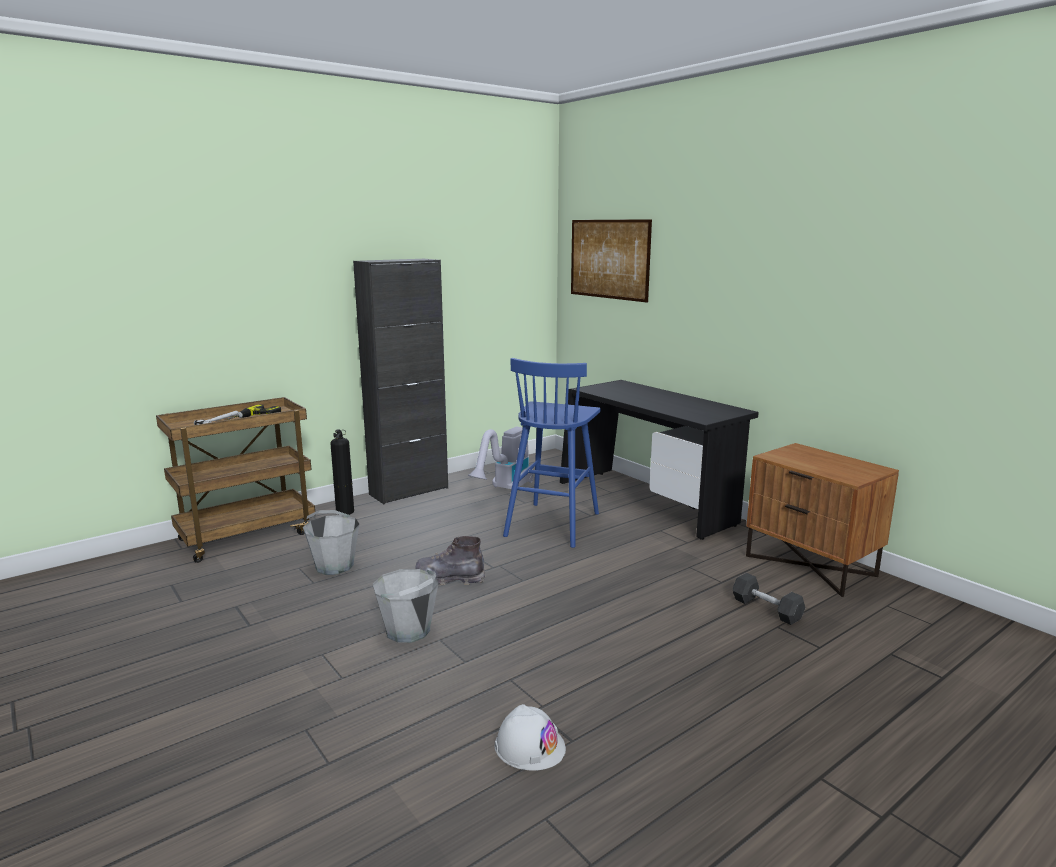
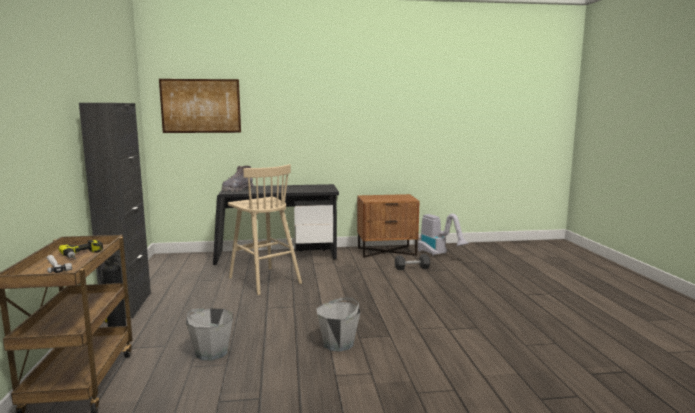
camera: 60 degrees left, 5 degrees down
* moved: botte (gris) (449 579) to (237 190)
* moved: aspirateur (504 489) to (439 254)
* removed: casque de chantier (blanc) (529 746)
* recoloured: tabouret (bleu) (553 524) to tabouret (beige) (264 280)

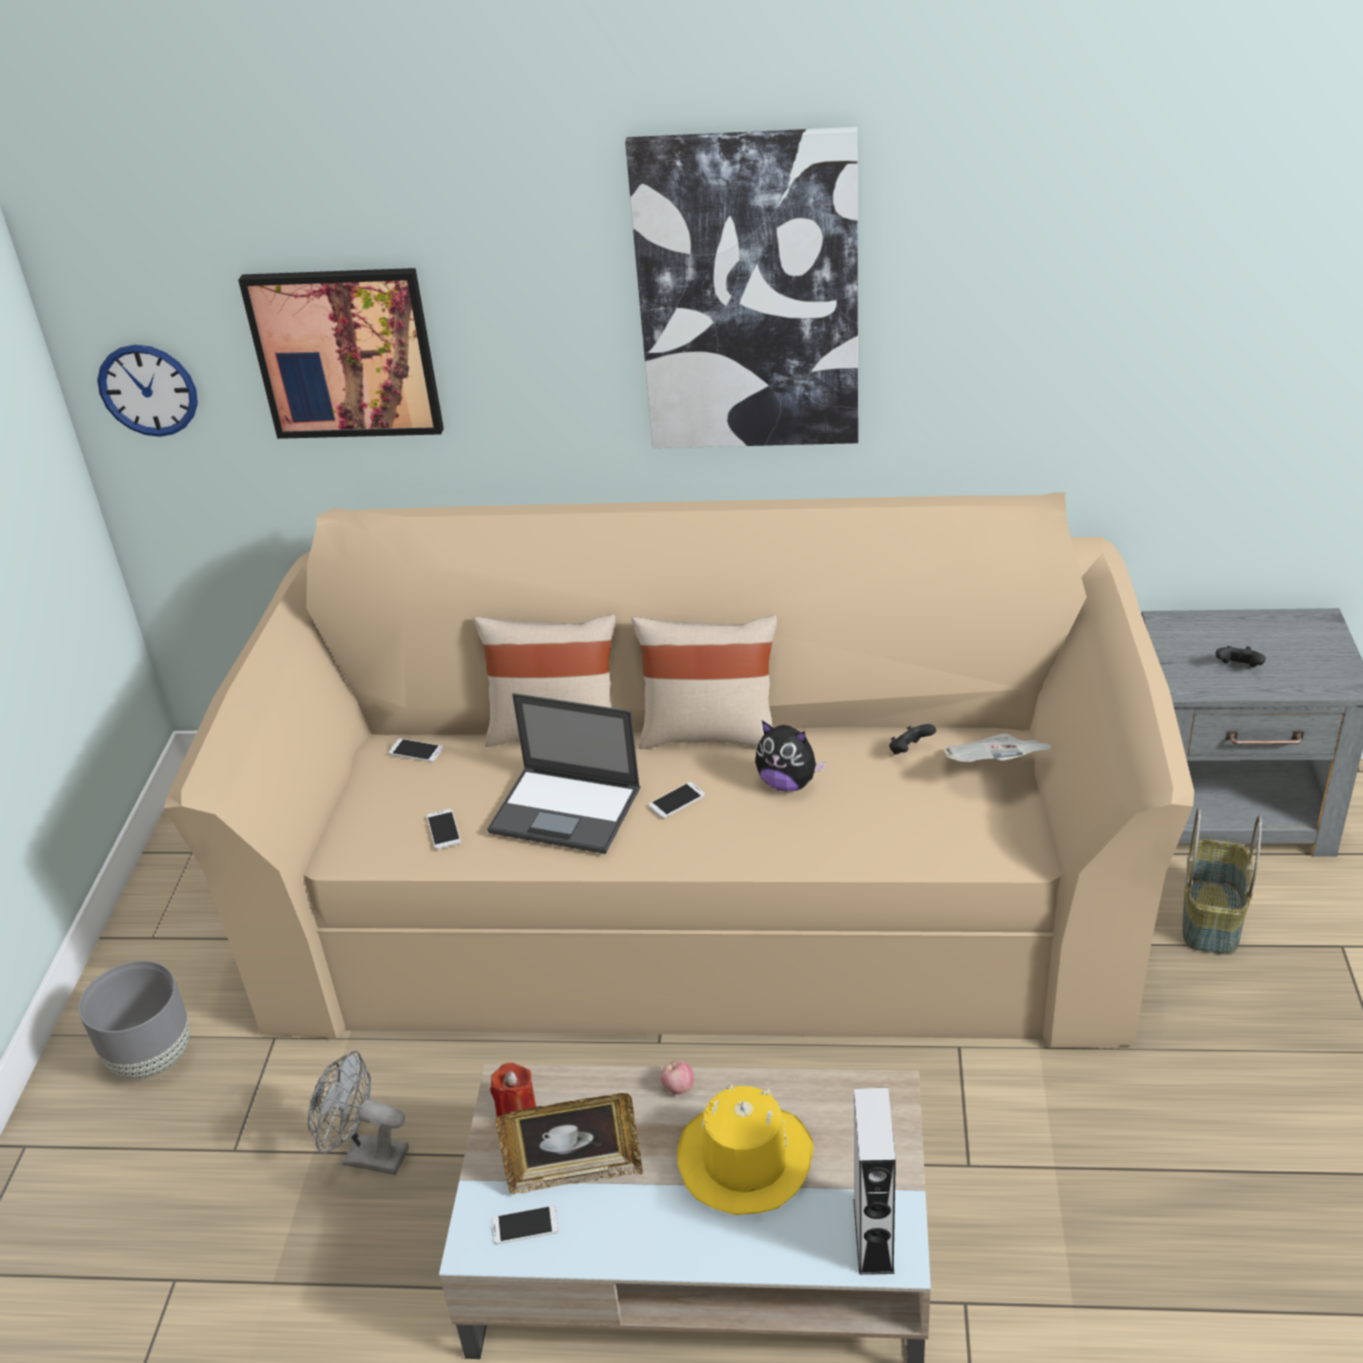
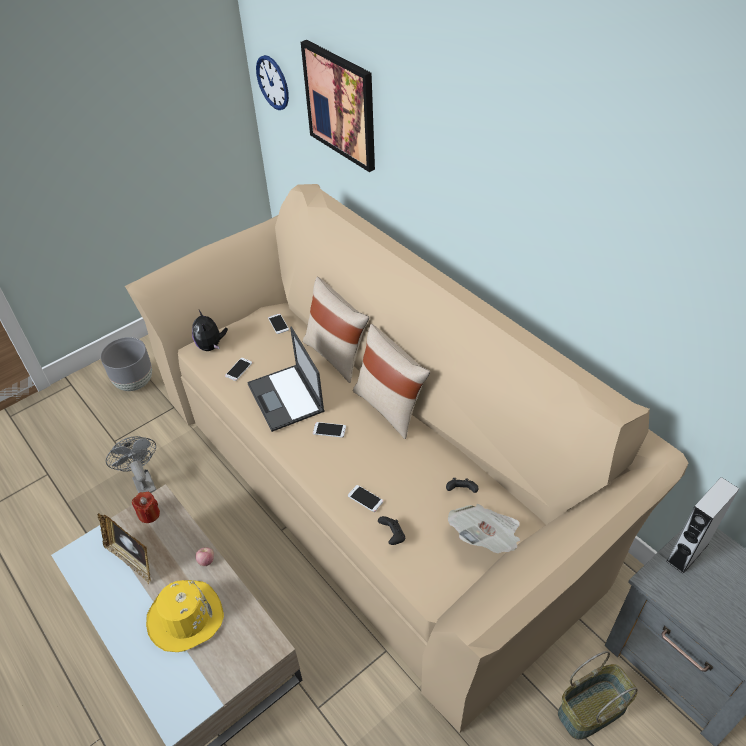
camera: 45 degrees right, 10 degrees up
* moved: téléphone (525 1225) to (365 498)
* removed: tableau (748 294)
* moved: peluche (788 783) to (211 346)
* moved: enceinte (gris) (873 1235) to (687 552)
* moved: manette (noir) (1238 668) to (392 536)

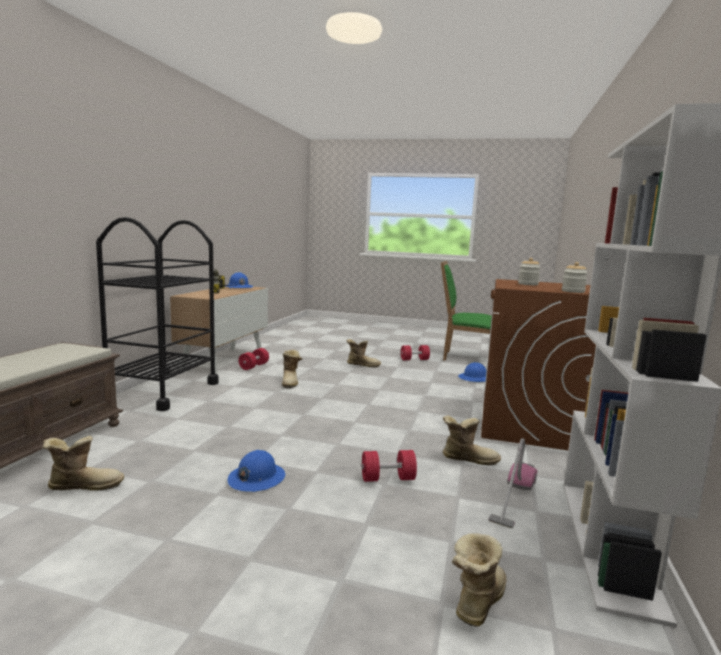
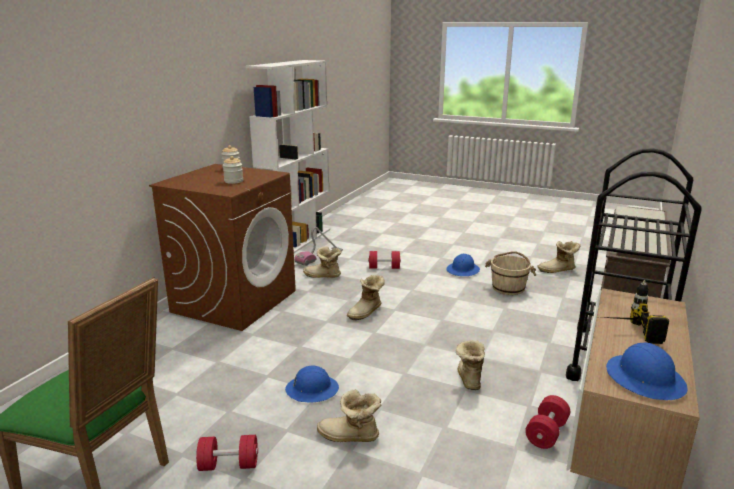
camera: 170 degrees left, 10 degrees up
* moved: botte (476 601) to (367 312)
* moved: casque de chantier (bleu) (475 378) to (312 389)
* added: seau (beige) (508 288)

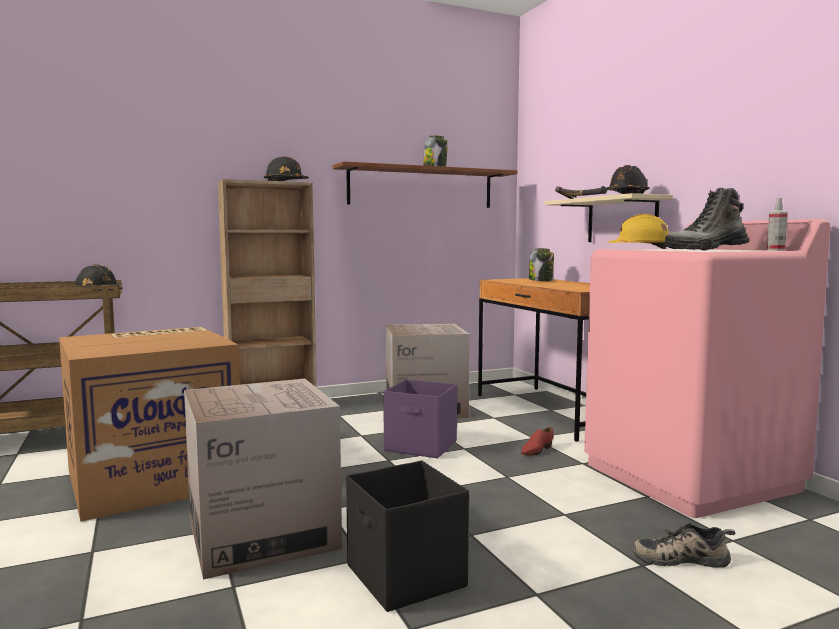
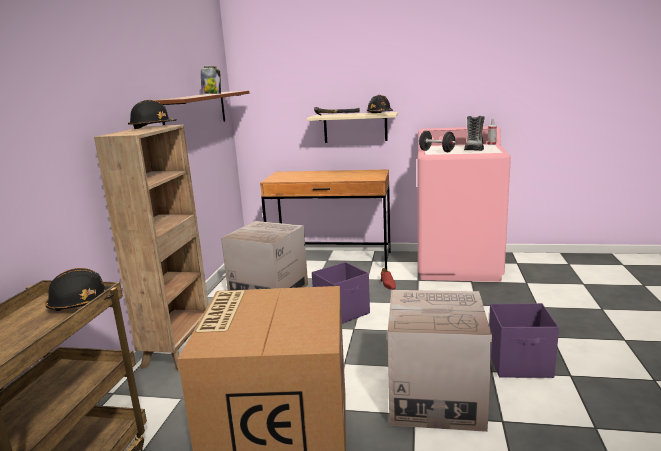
camera: 55 degrees left, 10 degrees up
* recoloured: boîte de rangement (noir) (405 577) to boîte de rangement (violet) (520 364)
* removed: bocal (541 280)
* replaced: casque de chantier (jaune) (641 249) to haltère (noir) (436 151)
* removed: chaussure (681 558)

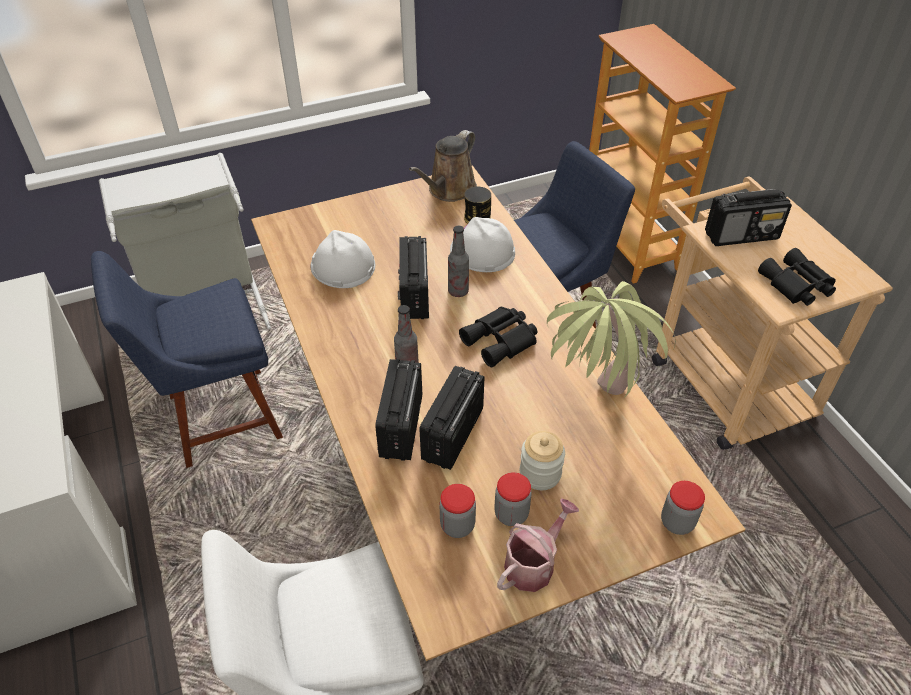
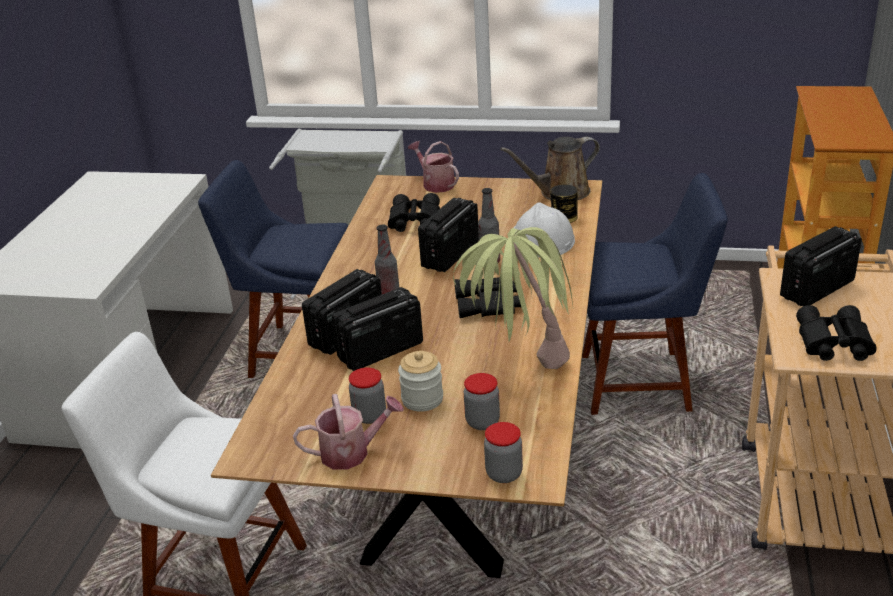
camera: 35 degrees right, 15 degrees down
* replaced: casque de chantier (blanc) (342 266) to jumelles (noir) (413 221)
* moved: bocal (457 525) to (482 422)
* turned: radio (742 235) = (816 289) 120 degrees clockwise
* added: arrosoir (435 184)

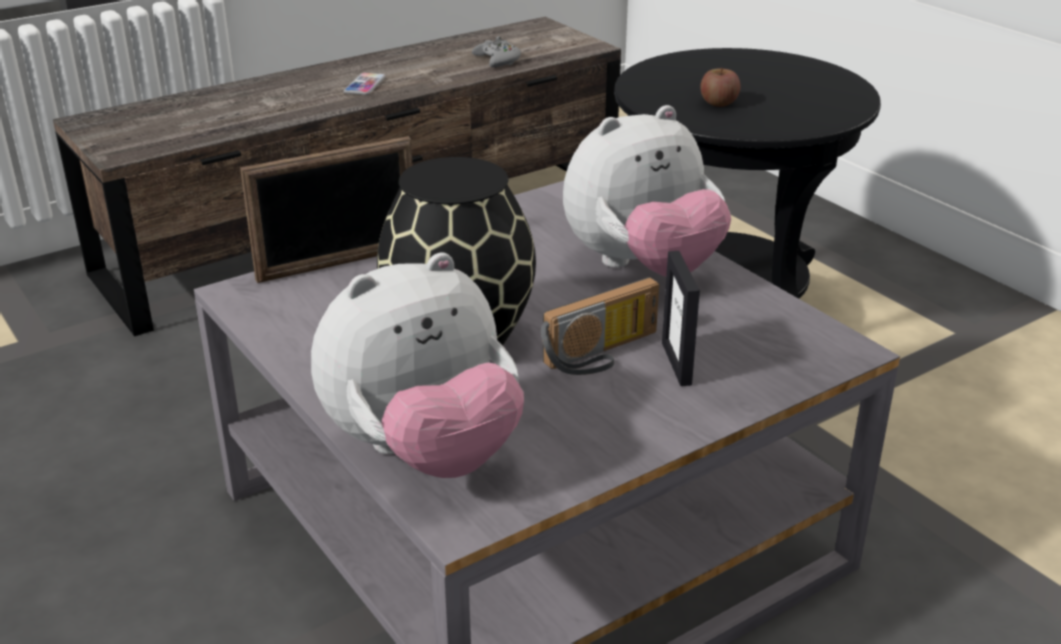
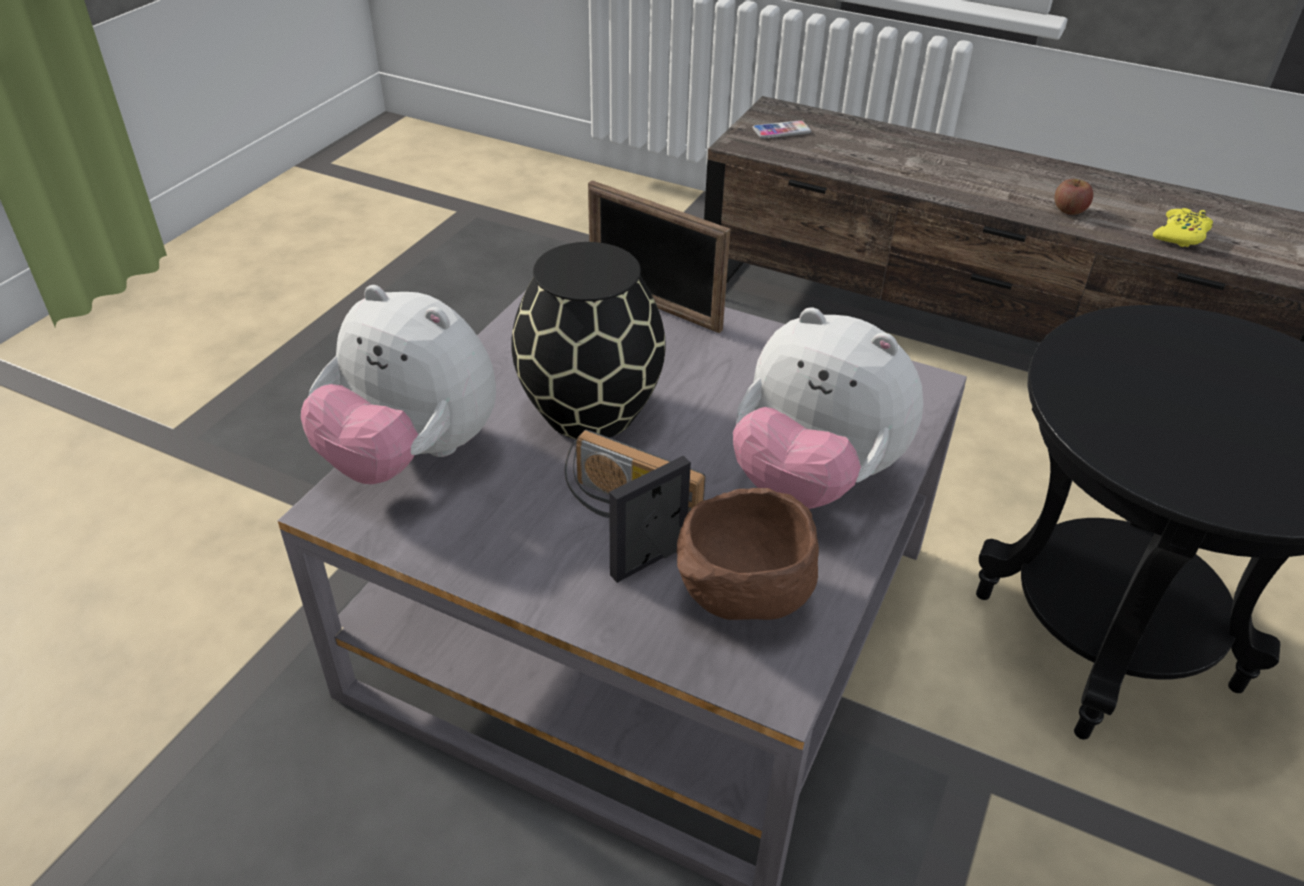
camera: 60 degrees right, 10 degrees up
* moved: téléphone (365 85) to (781 131)
* recoloured: manette (gris) (497 60) to manette (jaune) (1180 235)
* moved: pomme (718 103) to (1069 210)
* added: bol (marron) (742 598)

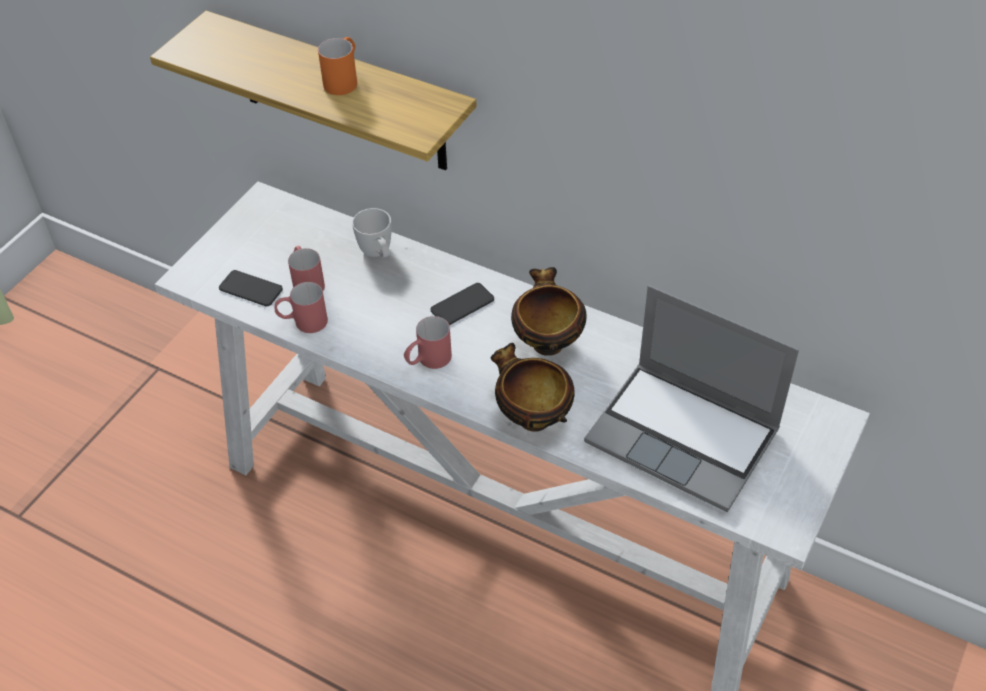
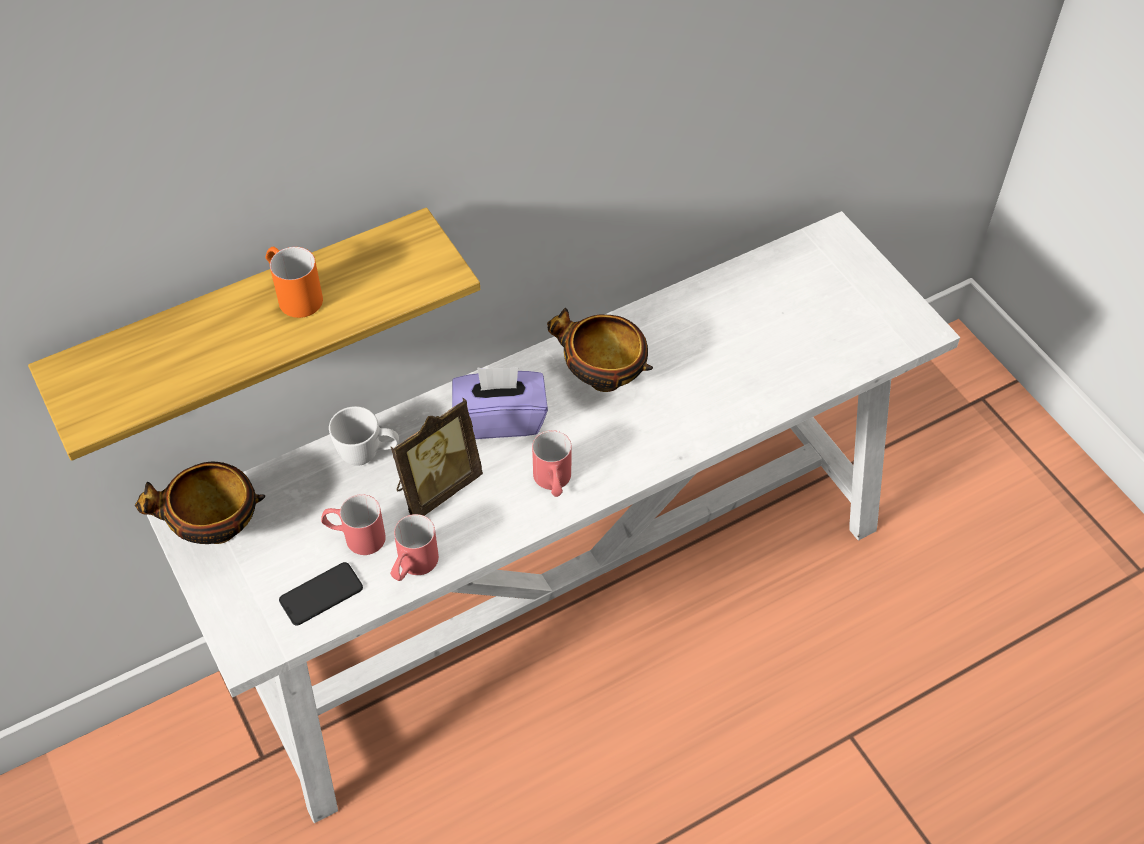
camera: 60 degrees left, 5 degrees up
* replaced: téléphone (462 305) to boîte à mouchoirs (violet) (500 419)
* moved: bol (531 417) to (214 530)
* removed: ordinateur portable (685 436)
* added: cadre photo (436 487)

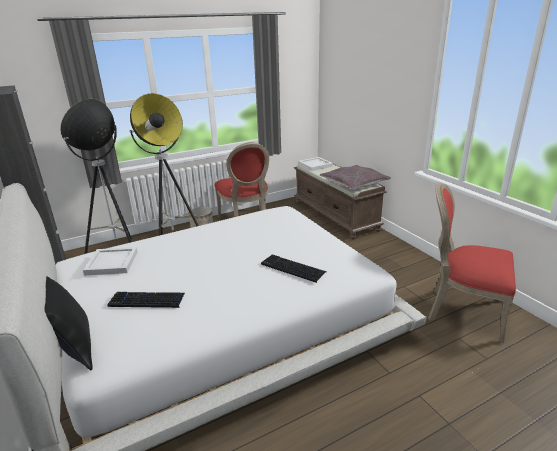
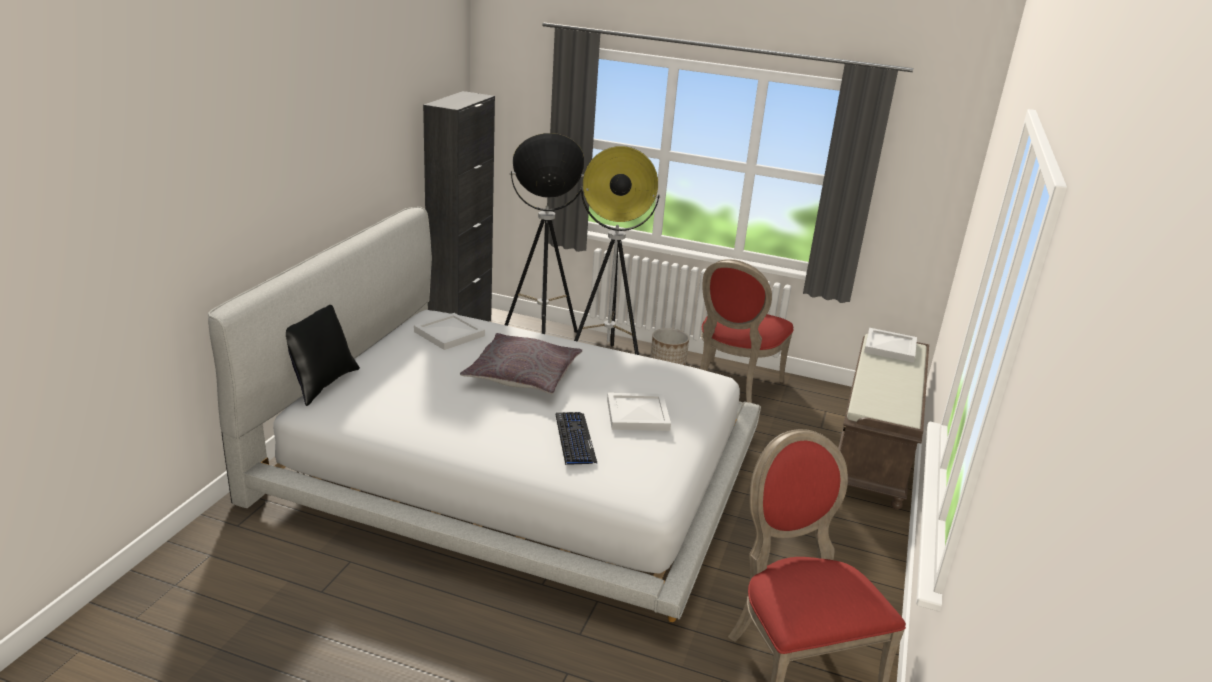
camera: 45 degrees right, 0 degrees up
* removed: clavier (147 300)
* moved: coussin (gris) (354 183) to (522 375)
* added: plateau (blanc) (637 415)

